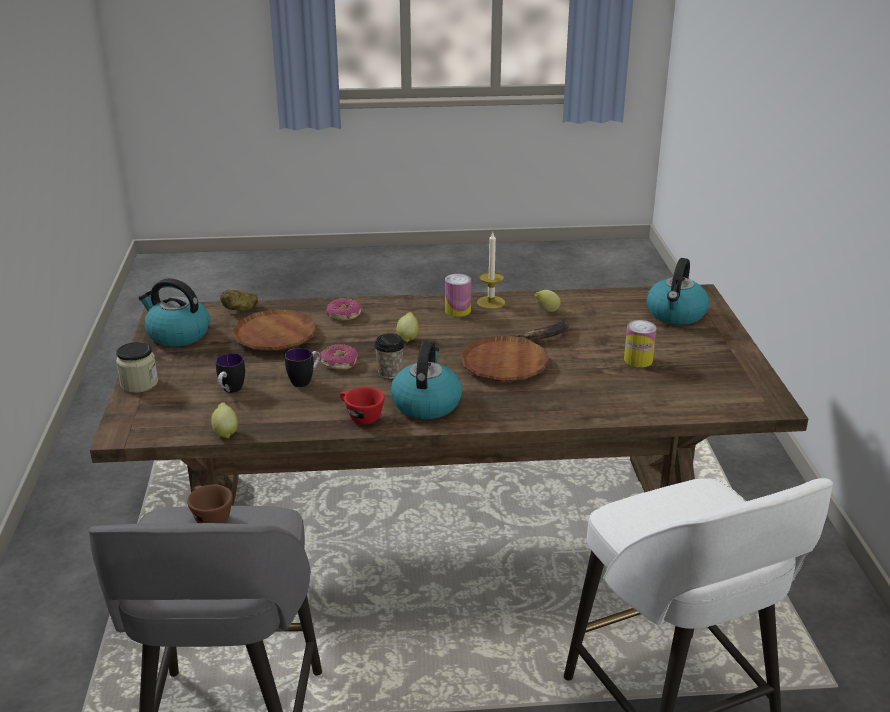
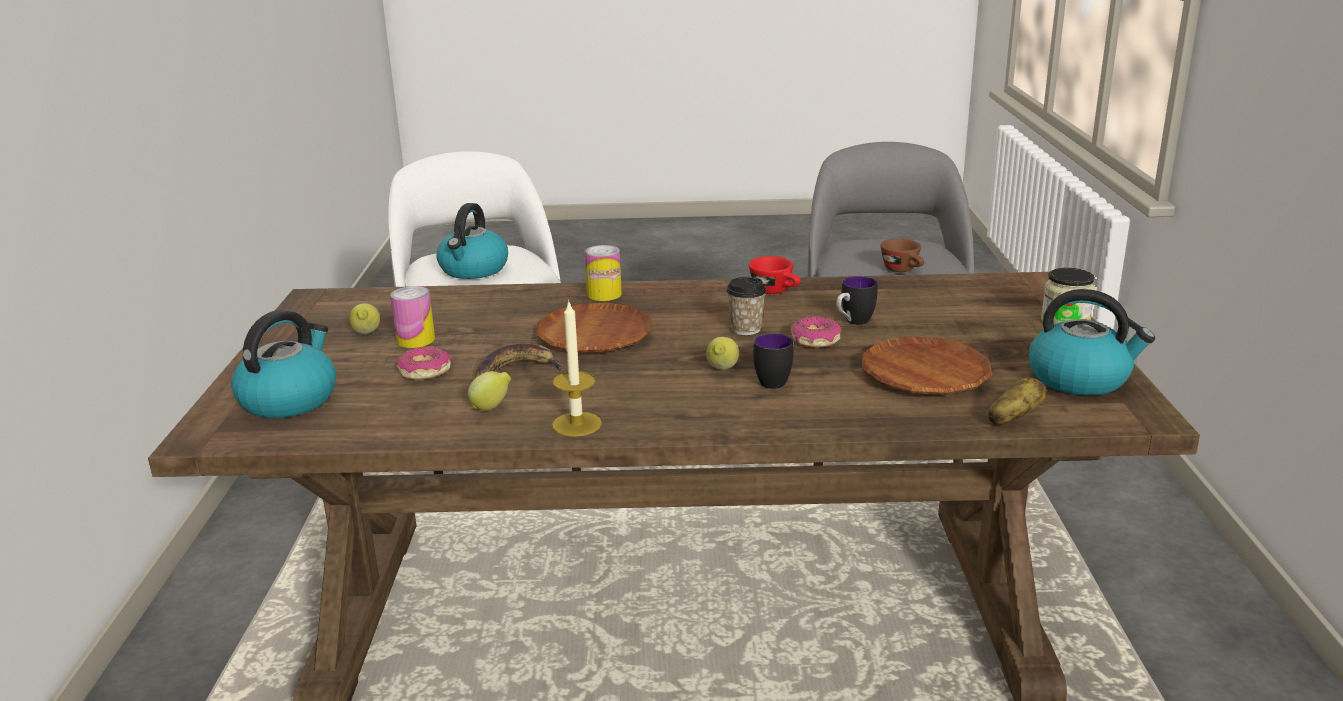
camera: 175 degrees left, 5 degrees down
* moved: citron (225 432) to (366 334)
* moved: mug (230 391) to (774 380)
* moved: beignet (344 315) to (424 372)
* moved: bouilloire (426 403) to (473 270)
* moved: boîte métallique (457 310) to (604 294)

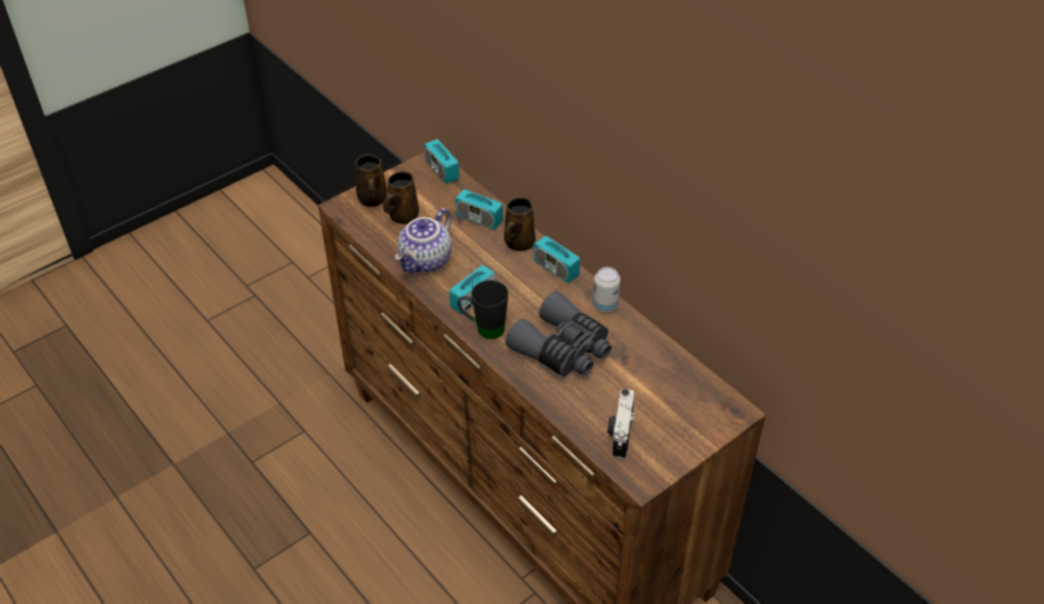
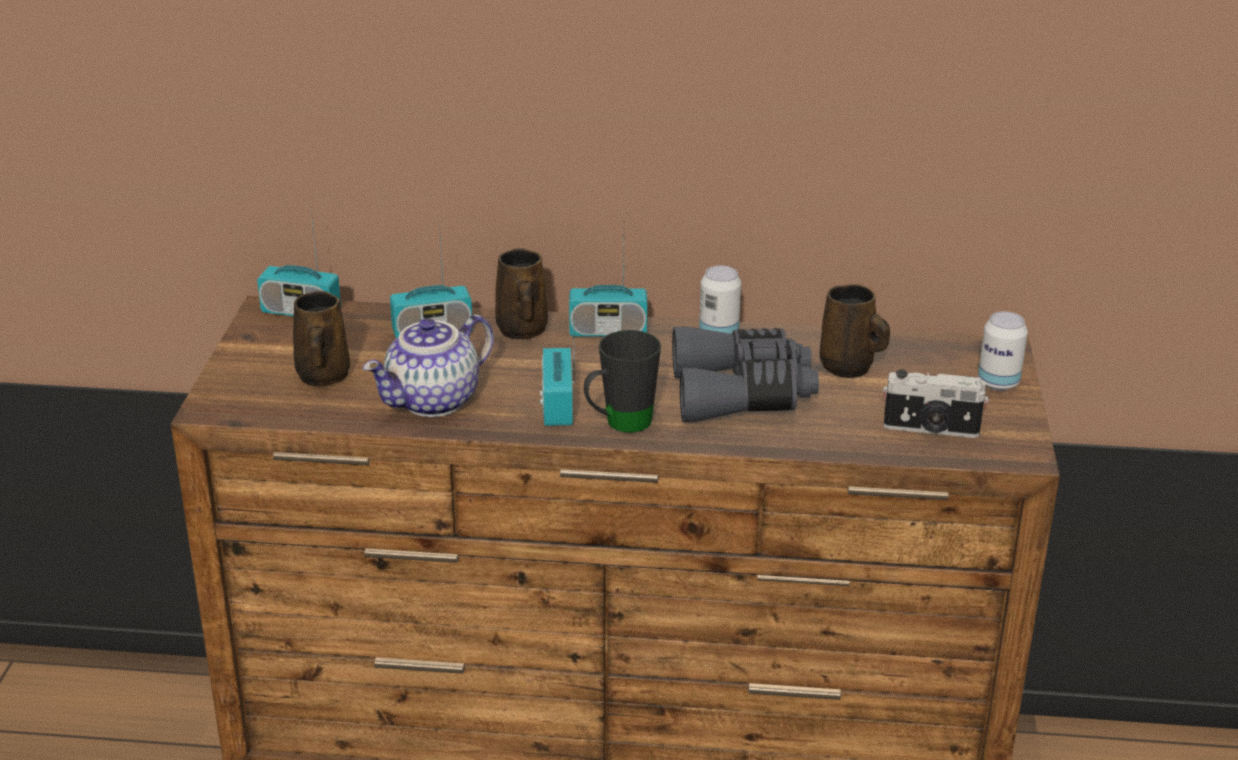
camera: 45 degrees left, 15 degrees down
* moved: mug (marron) (372 200) to (849 368)
* turned: théière (426 261) = (433 402) 60 degrees clockwise
* turned: appareil photo (620 434) = (931 429) 45 degrees counterclockwise
* added: boîte métallique (998 383)

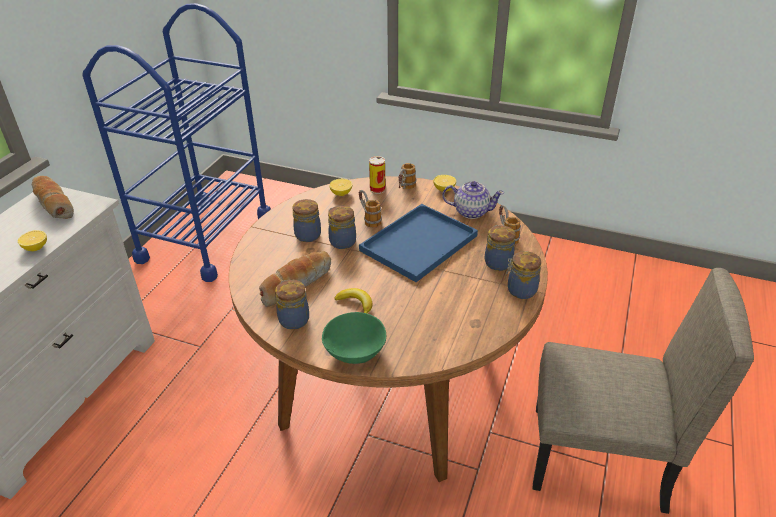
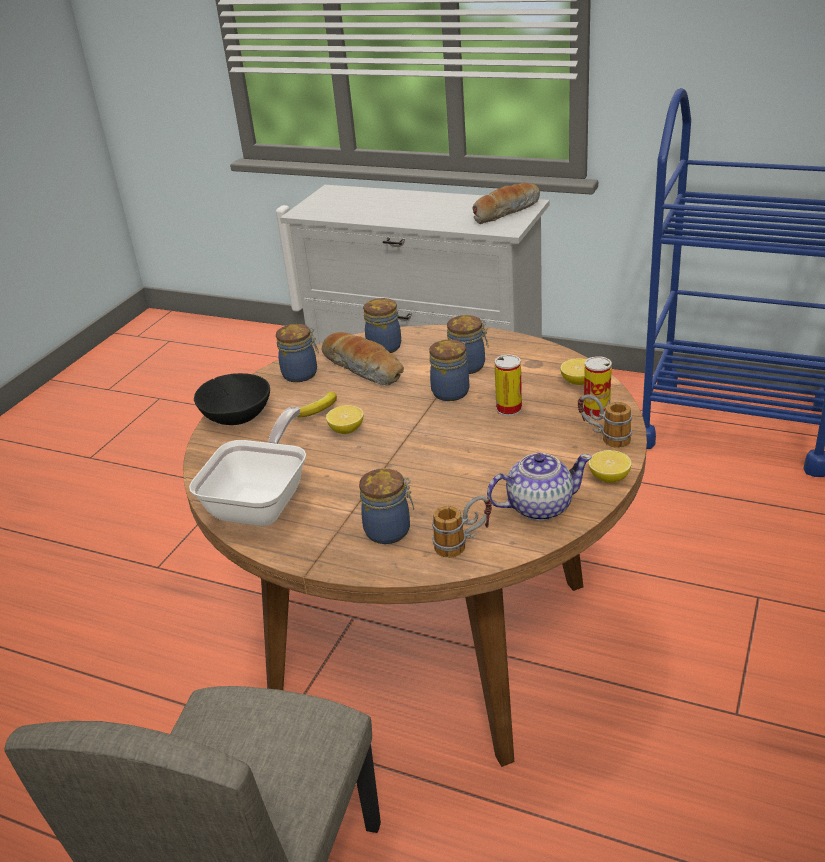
camera: 95 degrees right, 5 degrees down
* moved: citron (36 248) to (346 430)
* recoloured: bol (vert) (354 351) to bol (noir) (237 415)
* replaced: mug (368 219) to boîte métallique (509 409)
* removed: plateau (bleu) (418 244)
* turned: théière (471 211) = (538 507) 120 degrees counterclockwise
* moved: bocal (520 290) to (385 346)
* added: poêle (263 501)

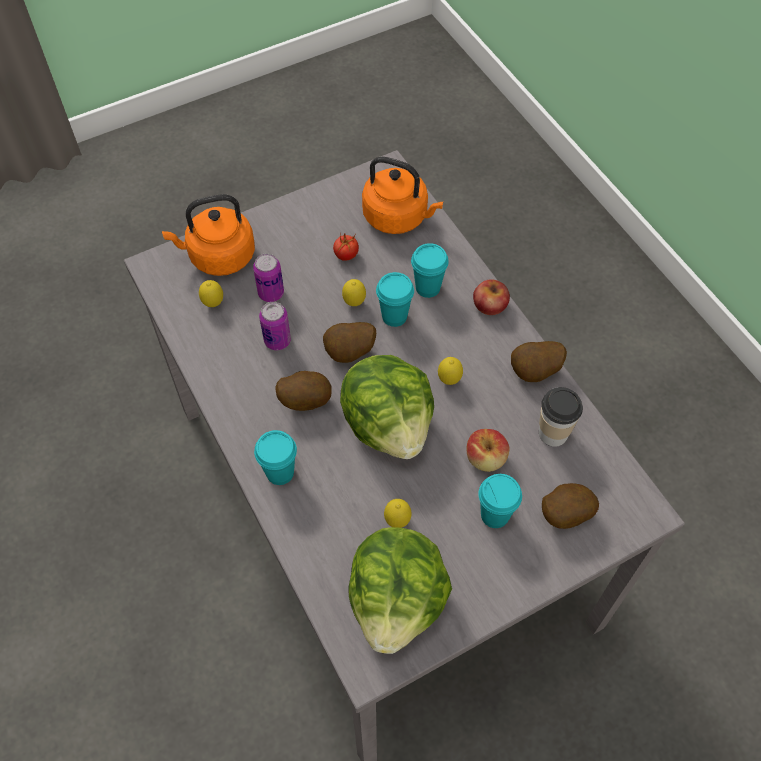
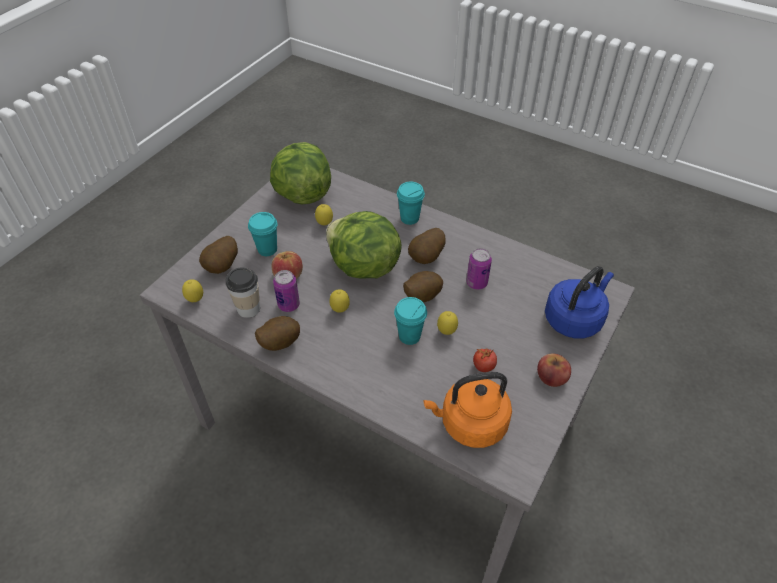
camera: 150 degrees right, 10 degrees down
* recoloured: bouilloire (orange) (218 257) to bouilloire (bleu) (574 319)
* moved: citron (213 304) to (196 300)
* moved: boîte métallique (271 293) to (289 305)
* removed: tasse (turquoise) (427 288)
* moved: pomme (490 305) to (551 376)

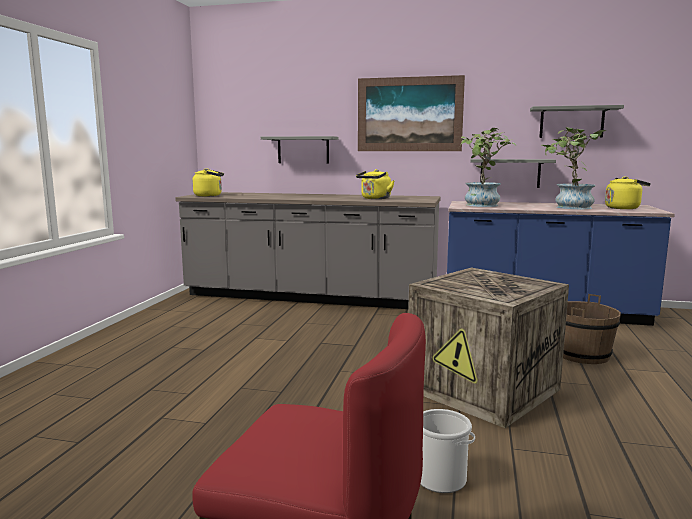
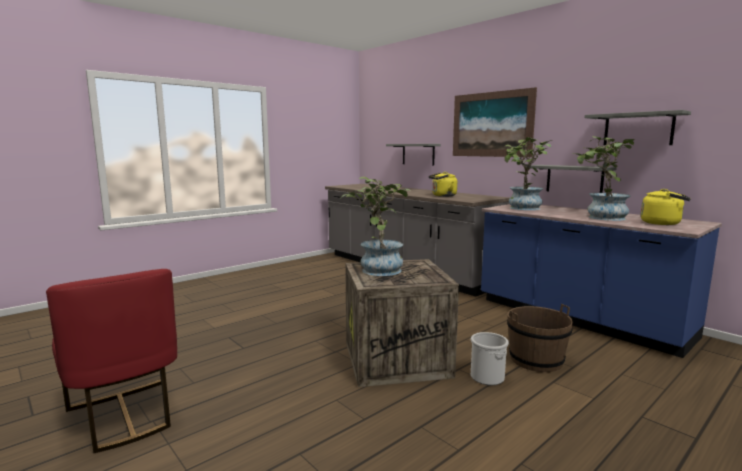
camera: 35 degrees right, 0 degrees up
* removed: bouilloire (jaune) (210 195)
* moved: seau (440 479) to (486 377)
* added: plante en pot (377 268)

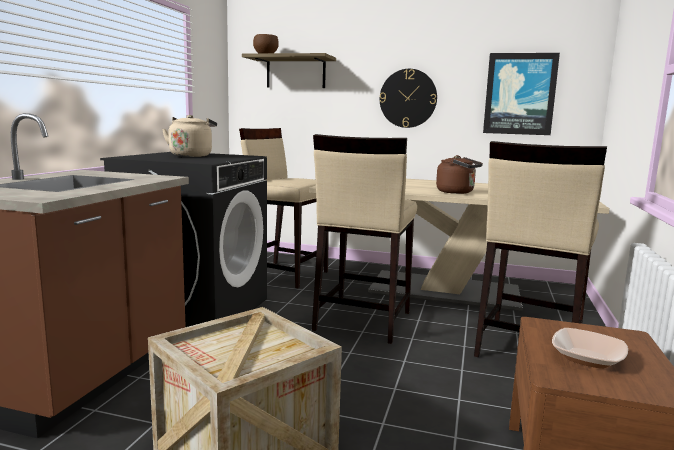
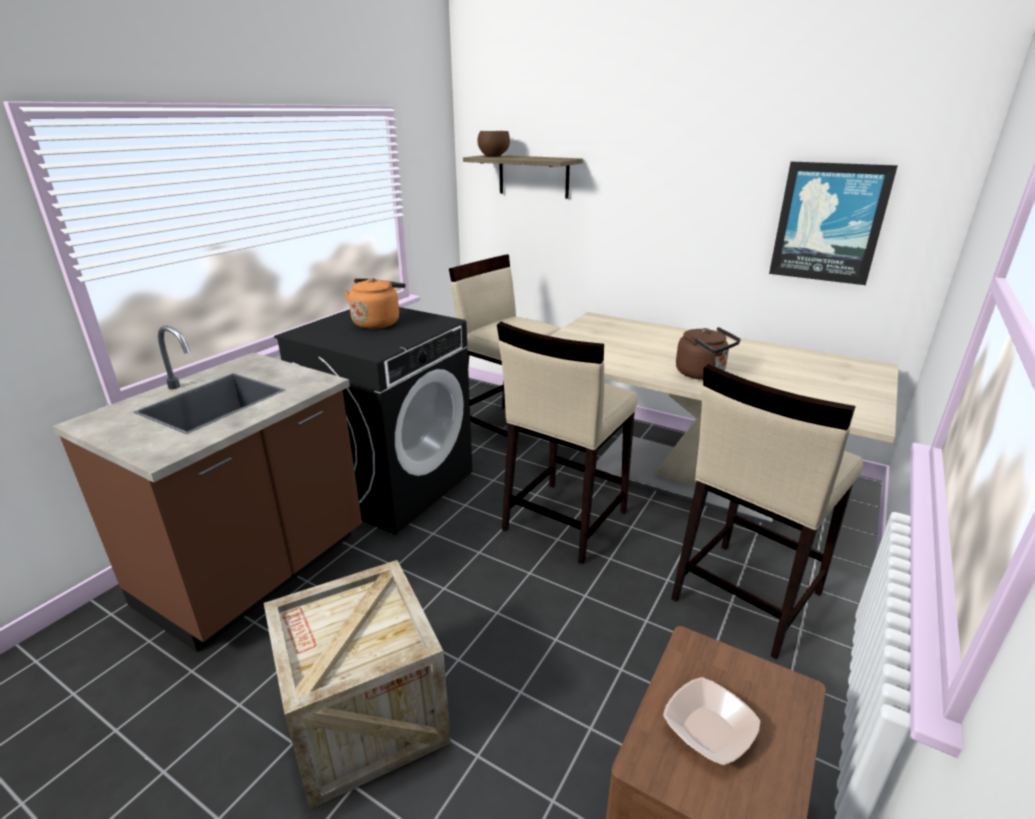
camera: 15 degrees right, 15 degrees up
* recoloured: bouilloire (beige) (191 155) to bouilloire (orange) (377 322)
* removed: horloge murale (408 98)

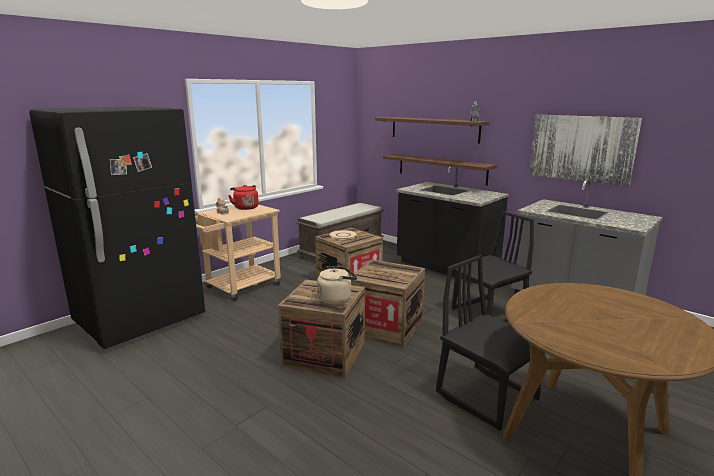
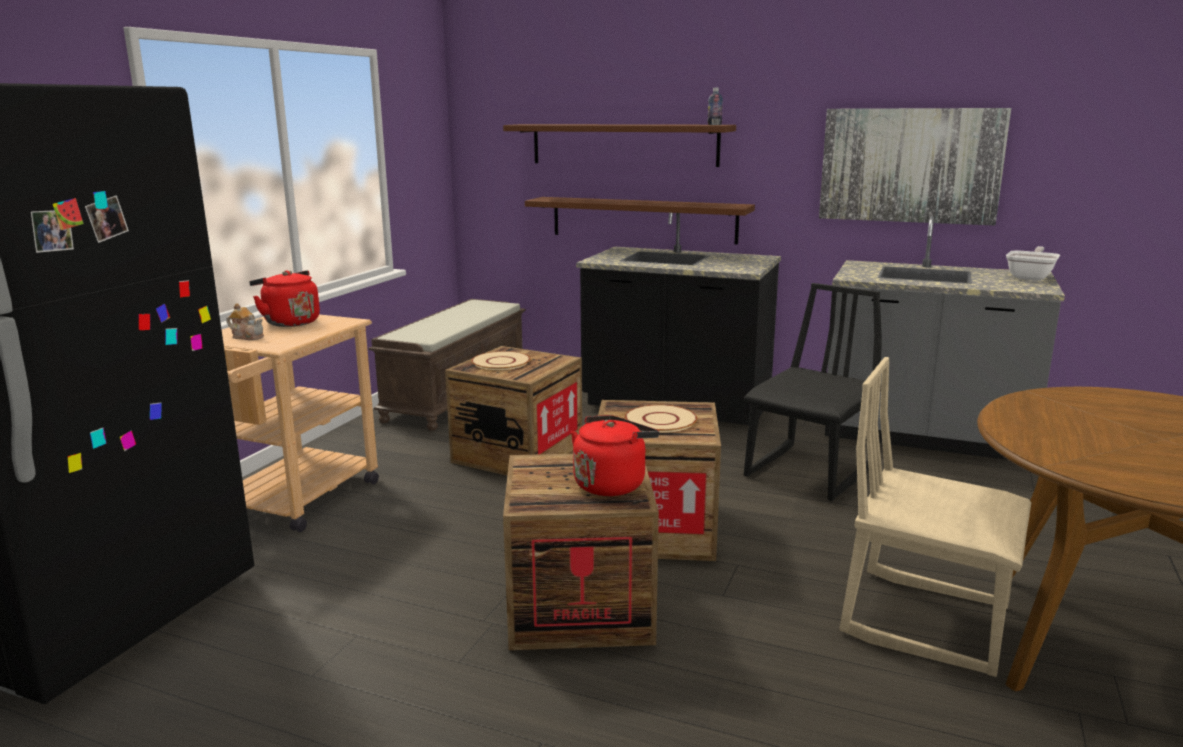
camera: 20 degrees left, 0 degrees up
* recoloured: bouilloire (beige) (336 299) to bouilloire (rouge) (612 483)
* recoloured: chaise (noir) (487 396) to chaise (beige) (926 619)
* added: assiette (beige) (661 420)
* added: poêle (1031 277)

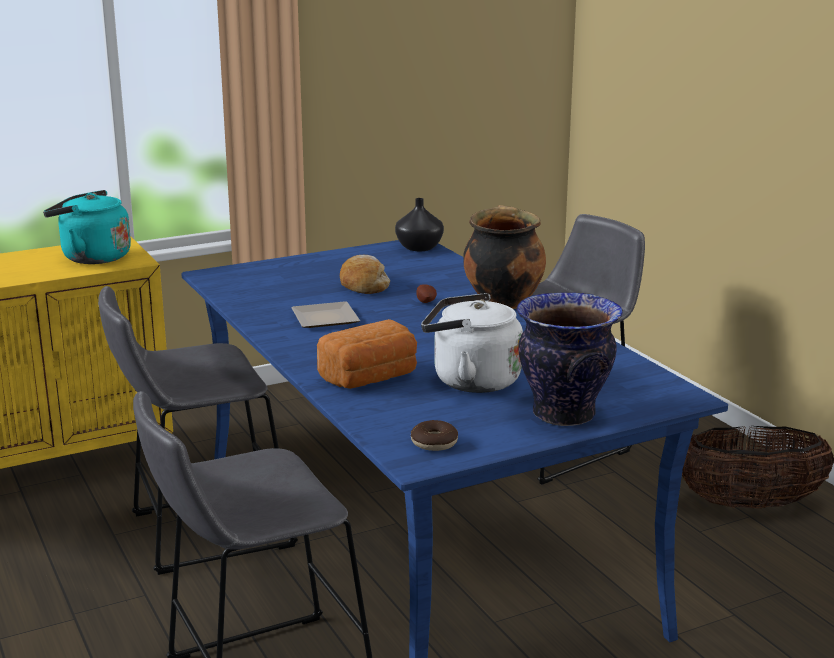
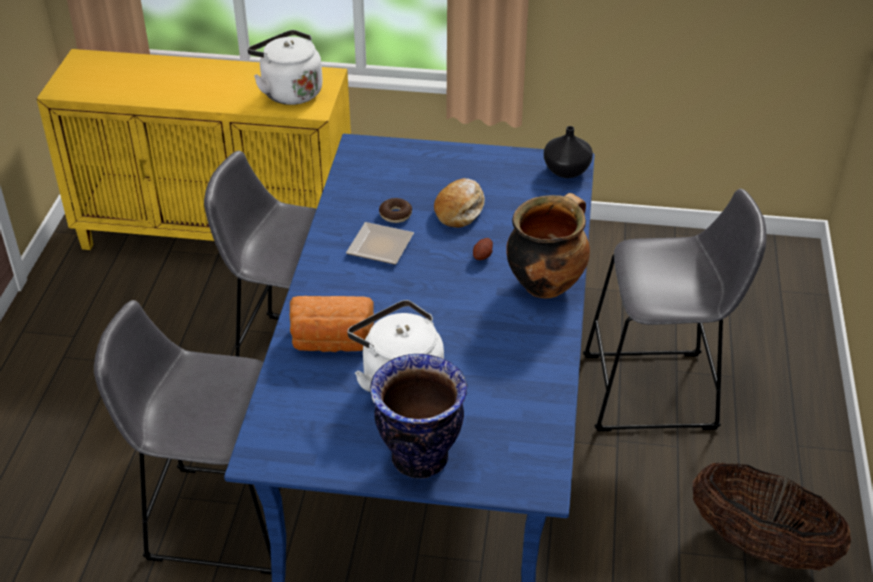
camera: 35 degrees right, 20 degrees up
* recoloured: bouilloire (turquoise) (92 257) to bouilloire (blanc) (289 92)
* moved: beignet (434 443) to (395 215)

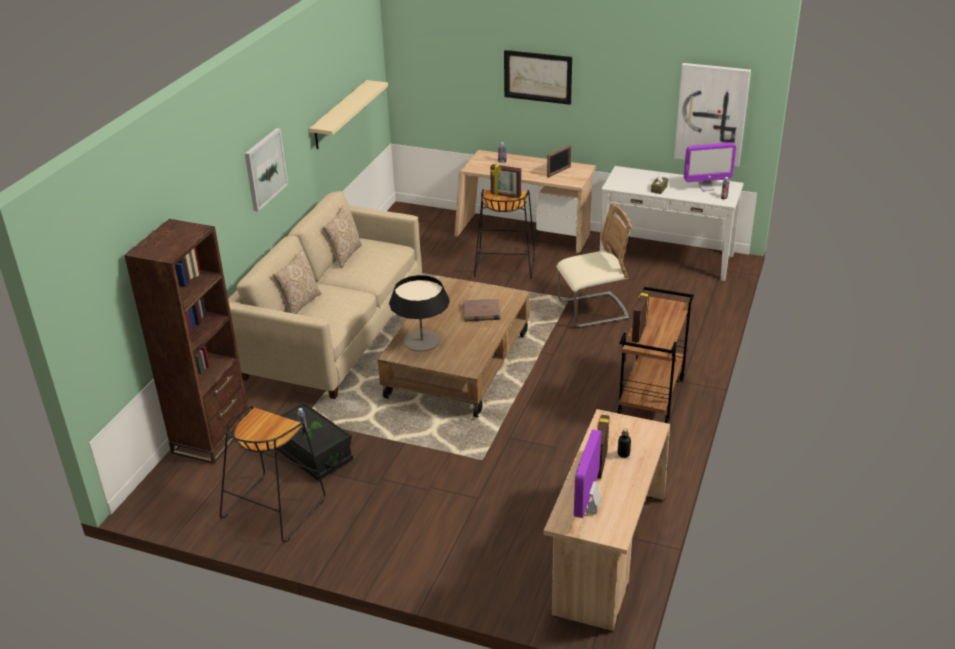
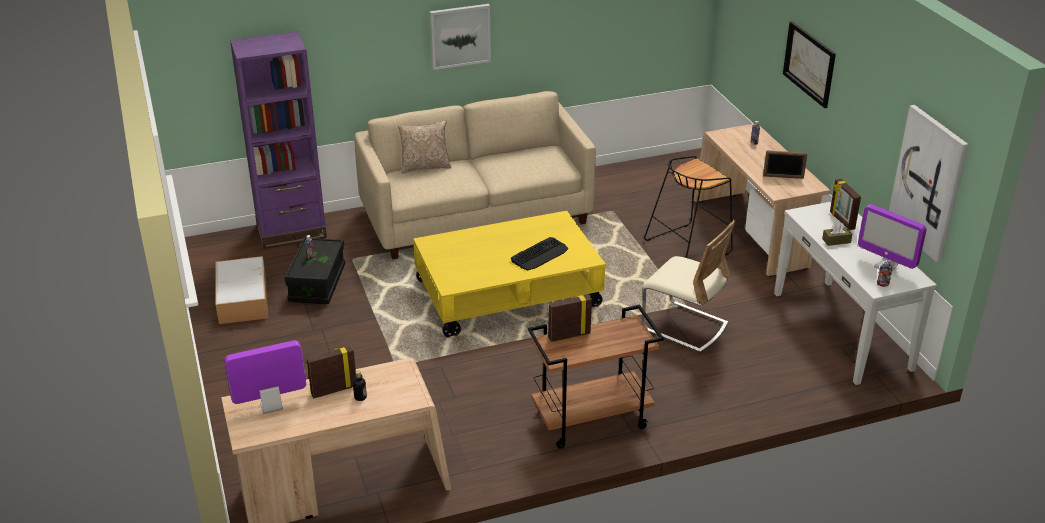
camera: 50 degrees right, 0 degrees up
* recoloured: bibliothèque (marron) (212 436) to bibliothèque (violet) (291 232)
* replaced: tabouret (noir) (274 507) to boîte de rangement (242 298)
* removed: étagère (beige) (340 115)
* removed: coussin (344 255)
* recoloured: table basse (marron) (457 364) to table basse (jaune) (507 293)
* removed: lampe de table (422 341)
* replaced: livre (marron) (481 312) to clavier (540 254)
* moved: cadre photo (505 195) to (841 221)

